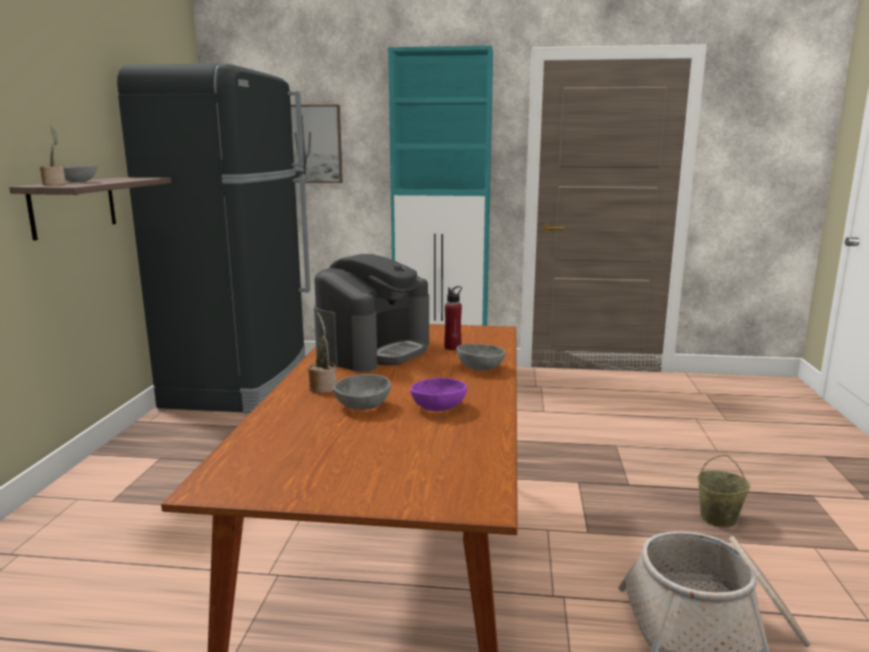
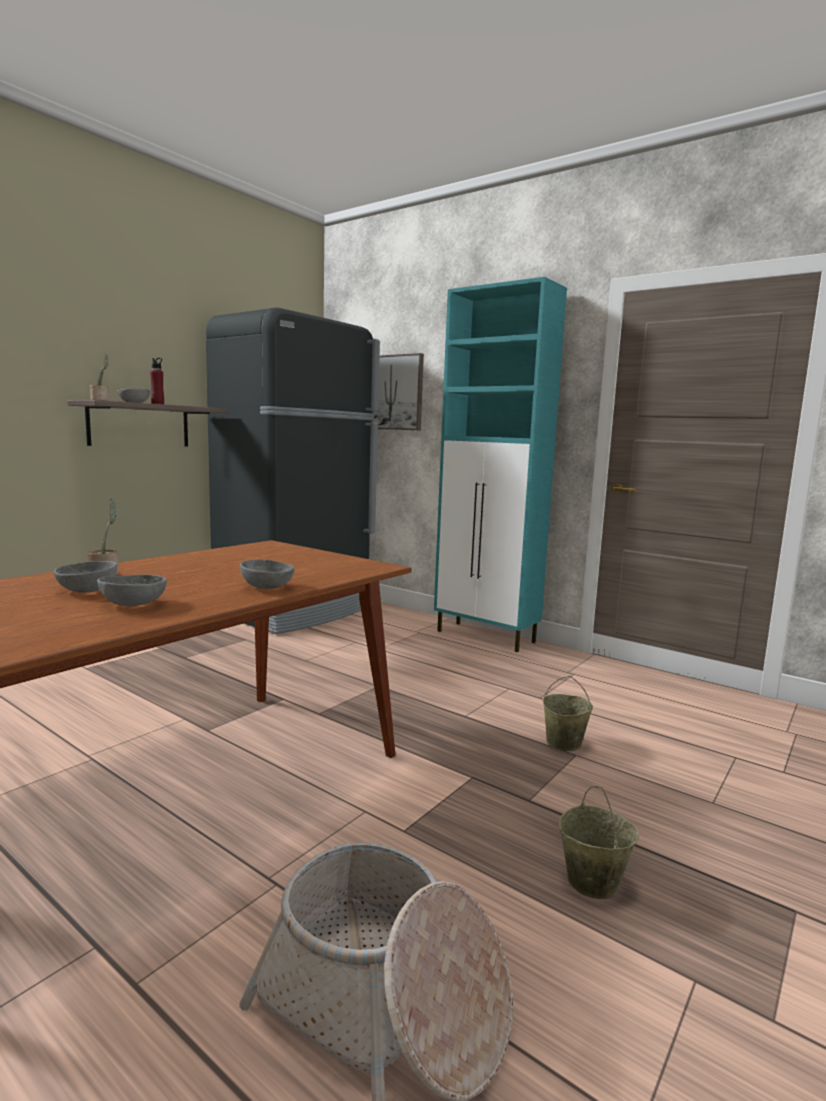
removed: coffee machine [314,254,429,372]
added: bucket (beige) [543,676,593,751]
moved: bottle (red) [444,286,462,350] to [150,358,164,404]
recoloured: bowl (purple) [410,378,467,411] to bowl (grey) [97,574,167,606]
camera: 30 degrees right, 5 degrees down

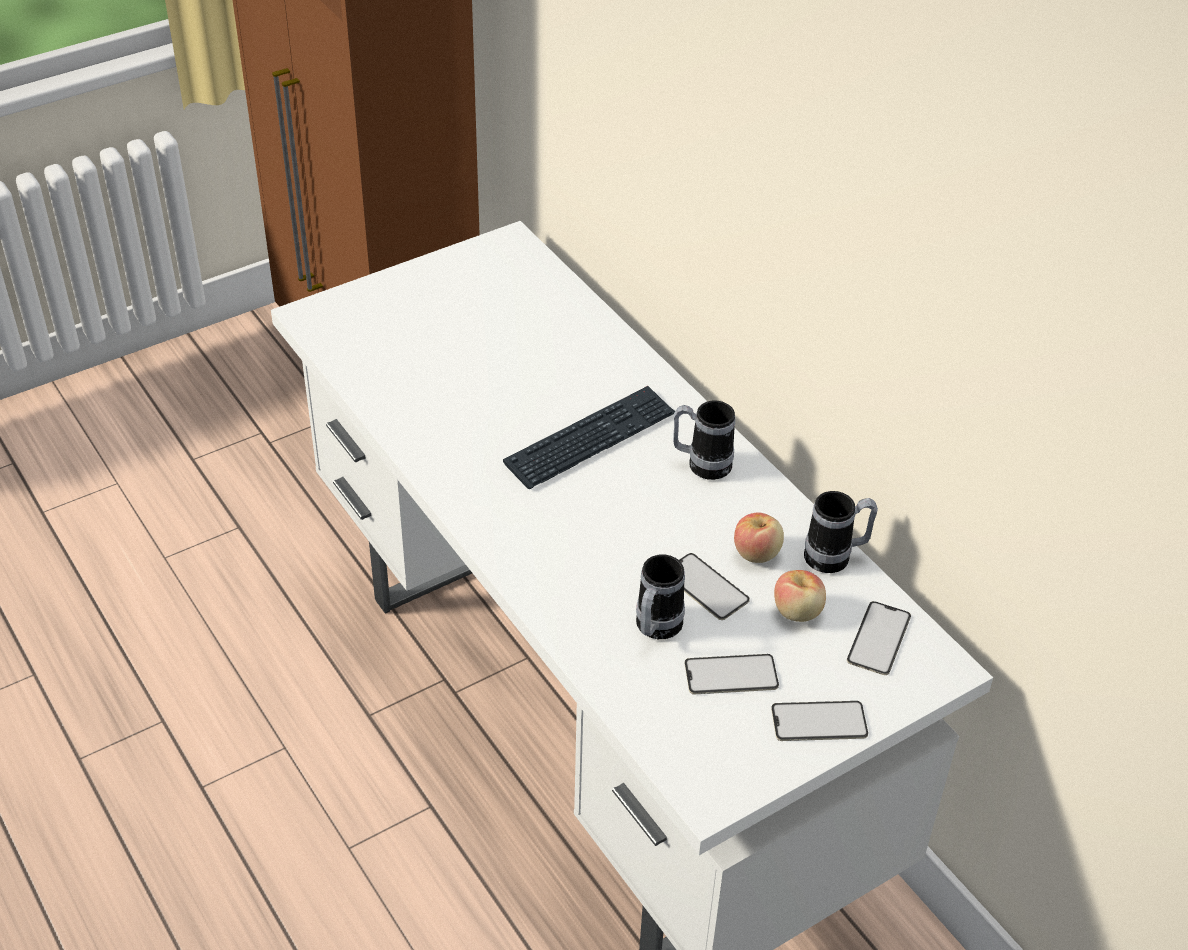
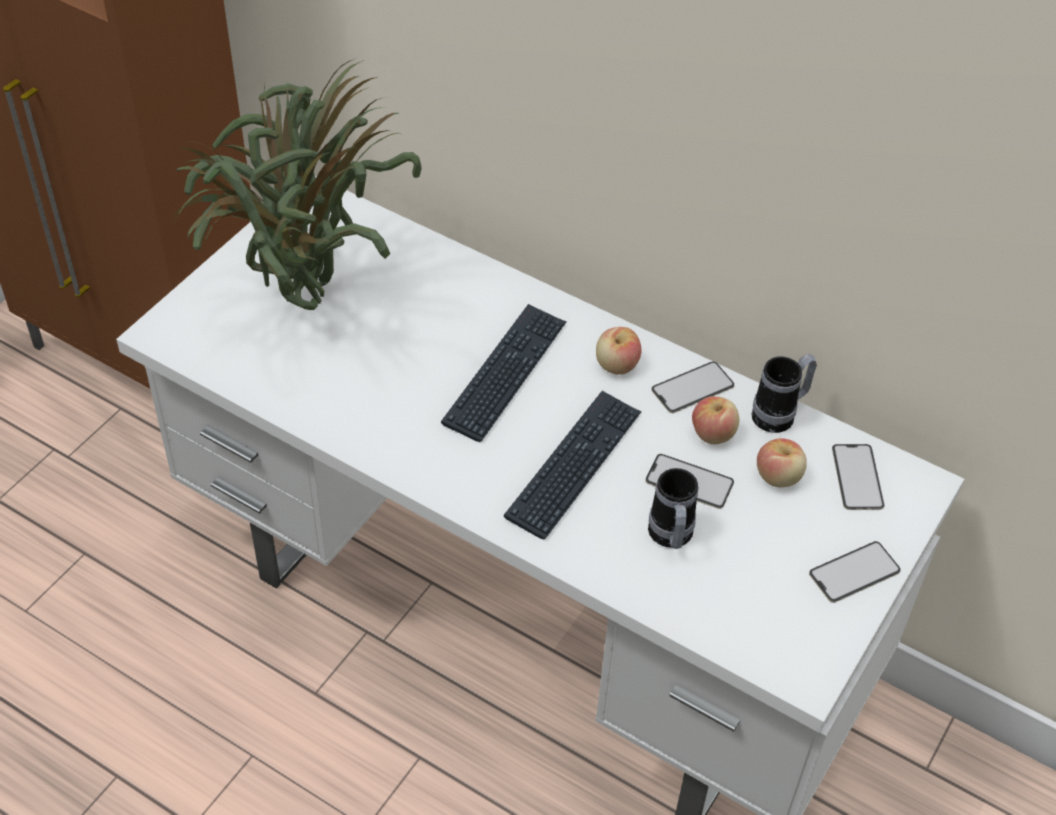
added: potted plant [171,60,422,310]; keyboard [504,391,641,539]
moved: phone [685,654,779,694] to [651,361,734,413]
replaced: mug [673,401,735,480] to apple [596,327,641,375]
camera: 25 degrees left, 5 degrees up

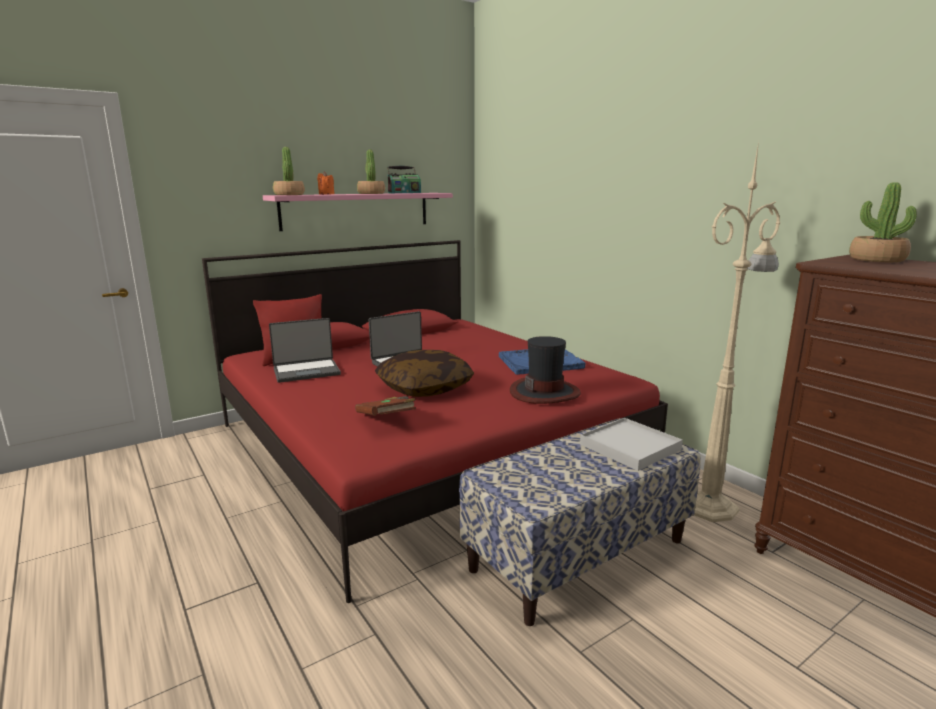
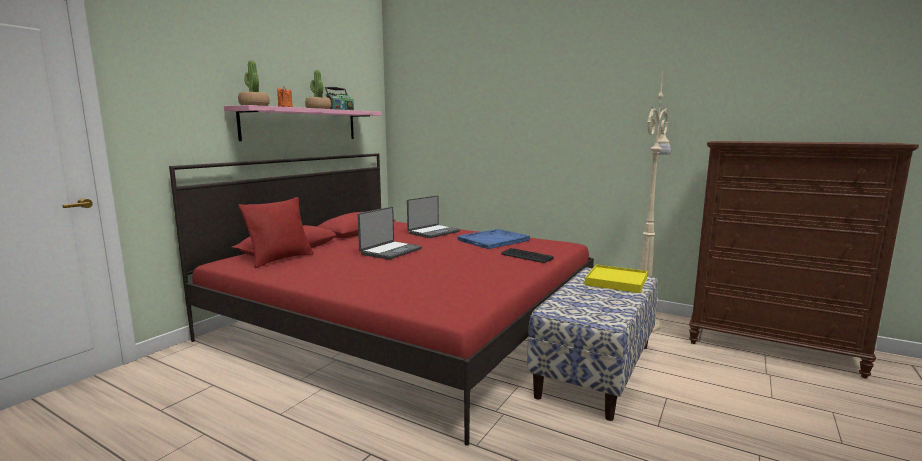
removed: book (brown) [355,396,416,416]; pillow [375,350,474,397]; potted plant [849,183,917,262]
moved: laptop [269,318,341,383] to [407,195,460,238]
replaced: hat [510,336,581,404] to keyboard [501,248,554,263]
recoloured: tray (white) [580,418,683,471] to tray (yellow) [584,264,648,293]
camera: 25 degrees left, 5 degrees down

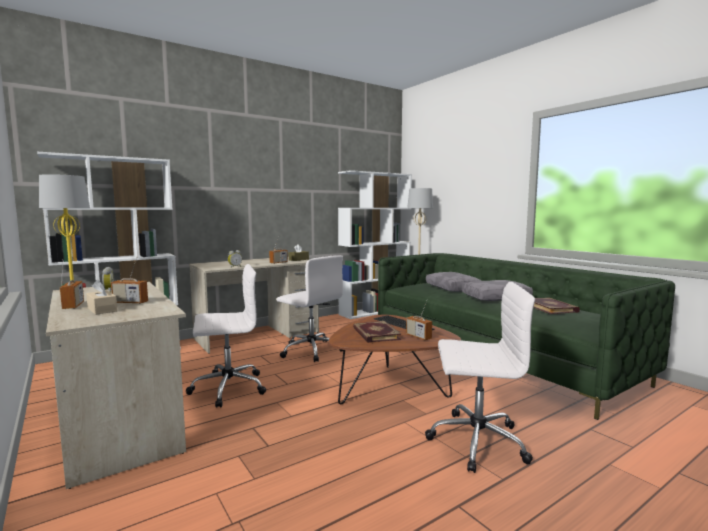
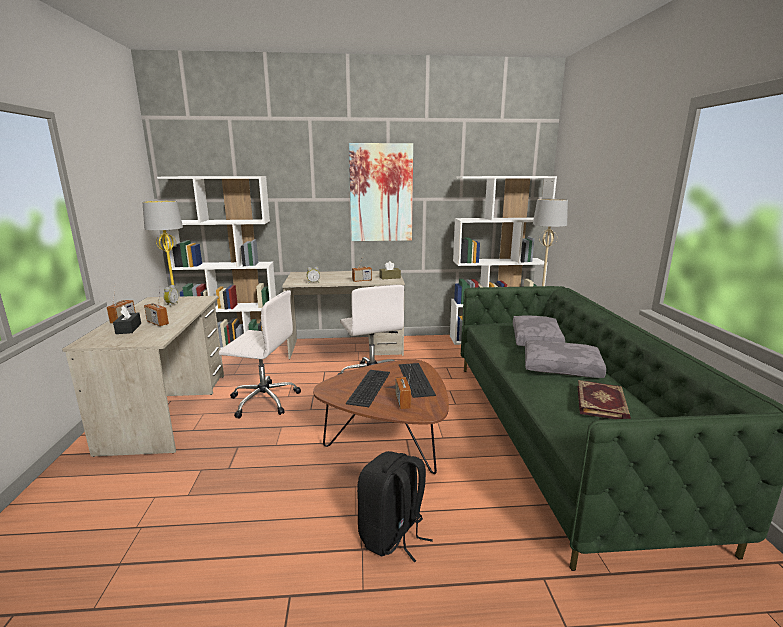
added: picture [349,143,413,241]
replaced: book [353,321,401,343] to keyboard [346,370,390,407]; office chair (white) [425,282,535,473] to backpack (black) [357,451,433,562]
recoloured: tissue box (beige) [86,280,117,315] to tissue box (black) [113,306,141,334]
camera: 30 degrees right, 10 degrees up

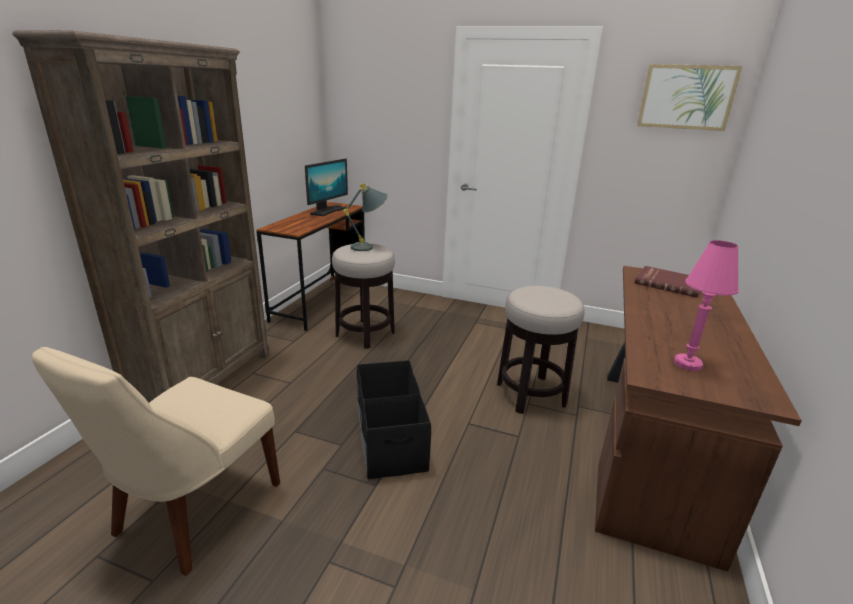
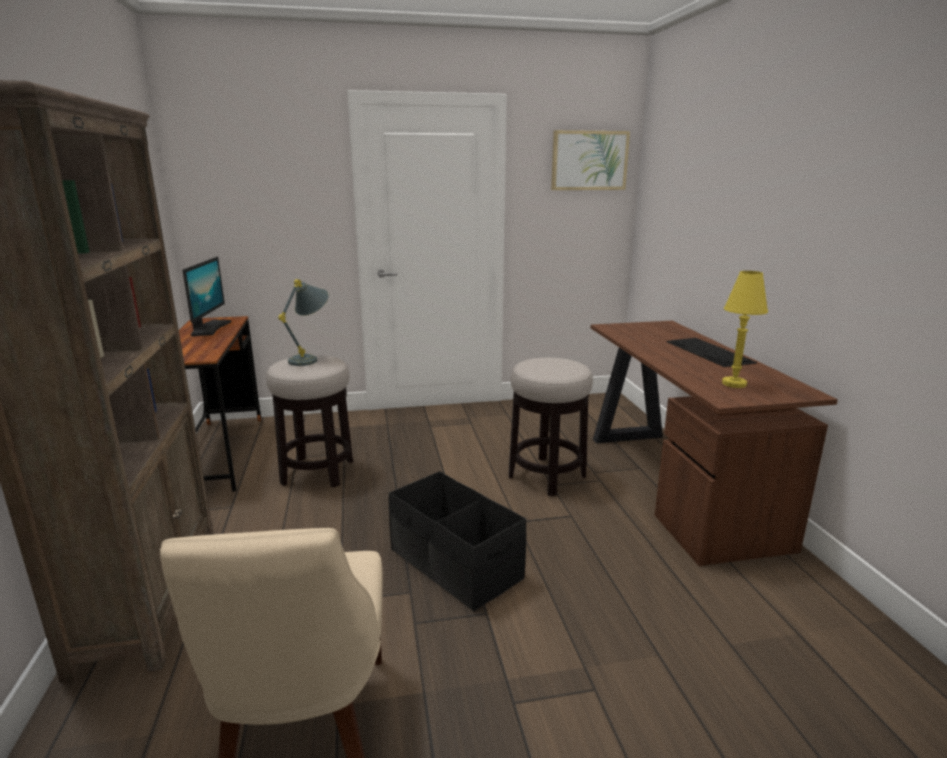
removed: book (red) [635,266,700,298]
added: keyboard [667,338,757,367]
recoloured: table lamp (pink) [674,240,739,371] to table lamp (yellow) [722,271,768,388]
camera: 30 degrees left, 5 degrees down

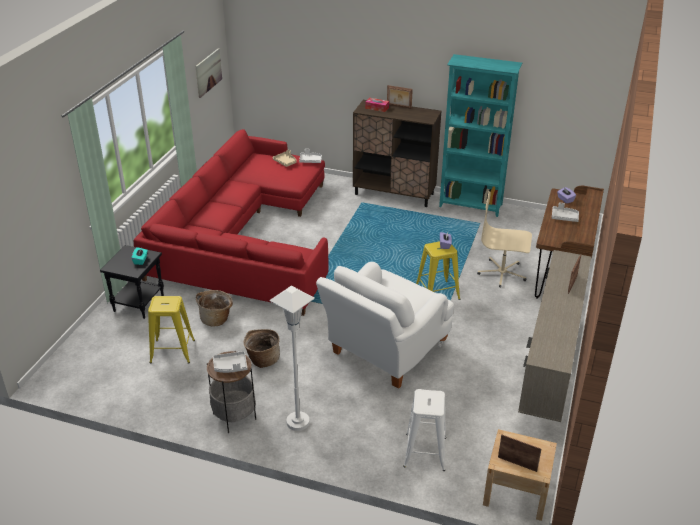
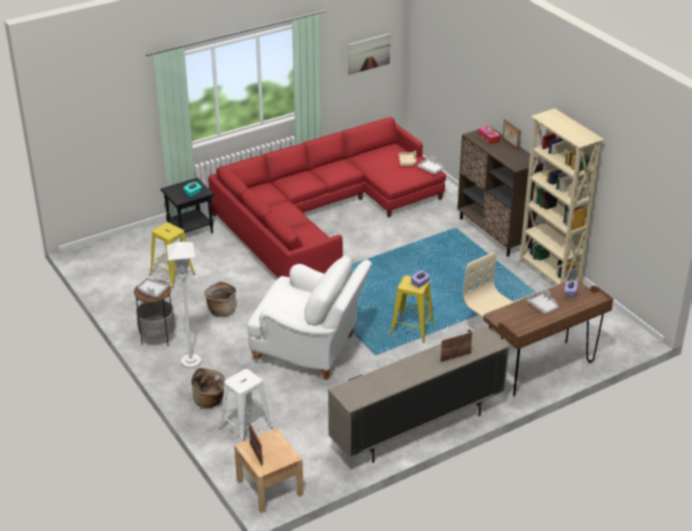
moved: basket [196,290,233,327] to [191,368,226,409]
recoloured: bookcase (turquoise) [439,54,522,217] to bookcase (beige) [519,109,605,285]
turned: armchair (white) [316,262,454,389] = [247,255,372,380] 150 degrees counterclockwise
camera: 40 degrees right, 0 degrees up

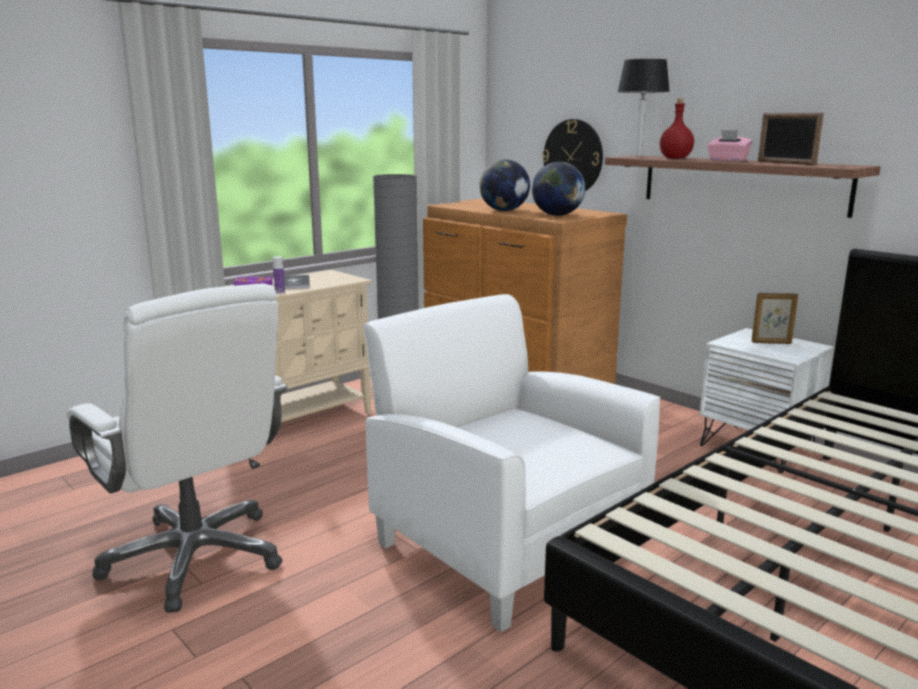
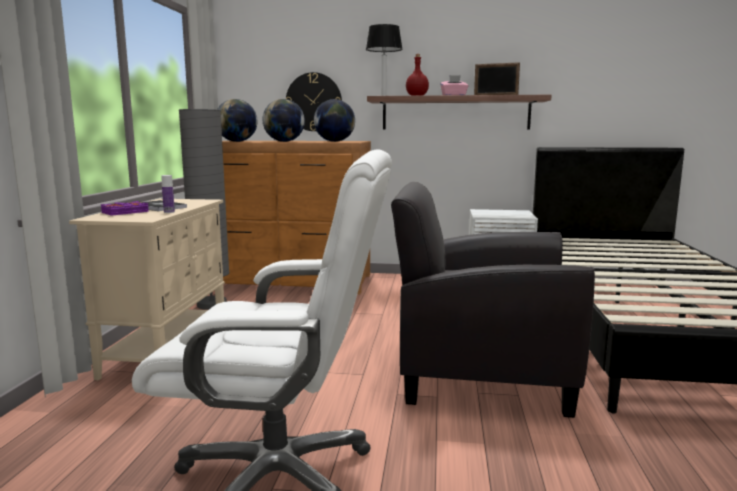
removed: picture frame [751,293,798,344]
added: globe [217,99,257,142]
recoloured: armchair (white) [363,294,660,632] to armchair (black) [391,182,595,418]
camera: 40 degrees left, 5 degrees down

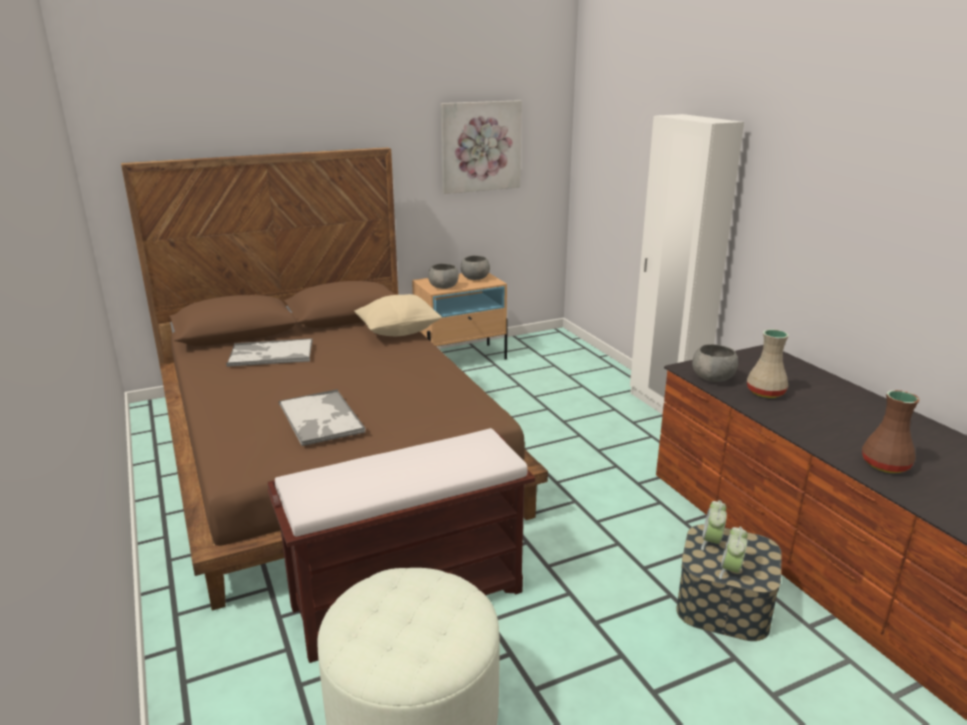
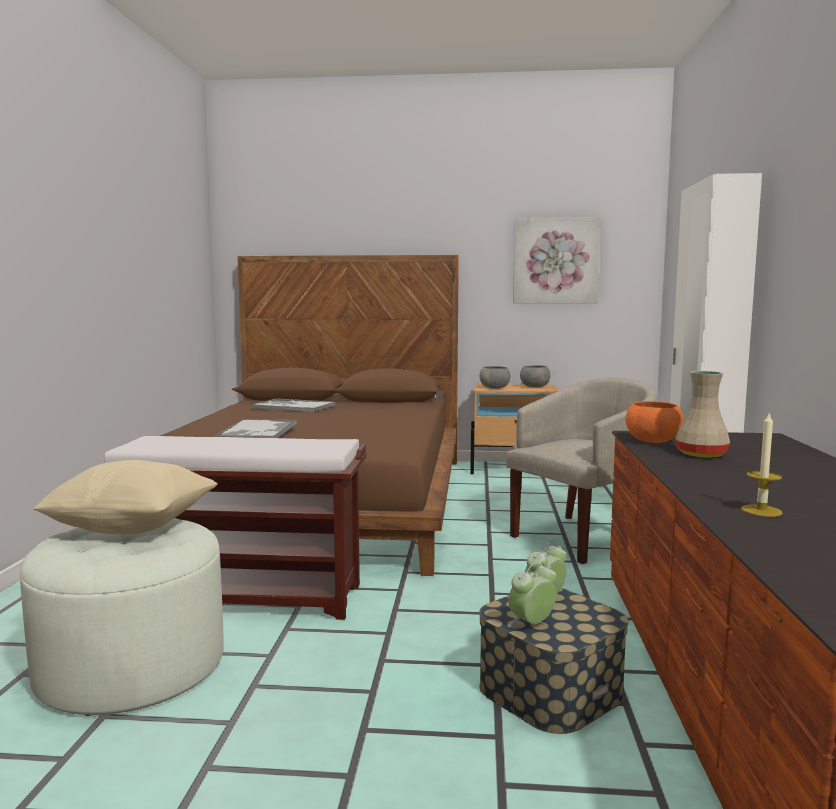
added: armchair (beige) [506,377,657,564]
moved: pillow (beige) [354,294,442,336] to [32,460,218,535]
replaced: vase (brown) [862,390,920,473] to candle [741,413,783,517]
recoloured: bowl (grey) [692,344,738,382] to bowl (orange) [626,401,684,443]
camera: 30 degrees right, 15 degrees down

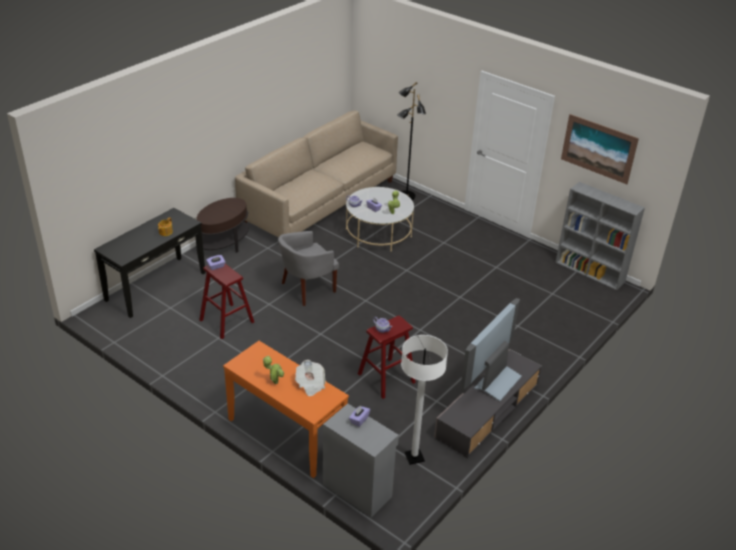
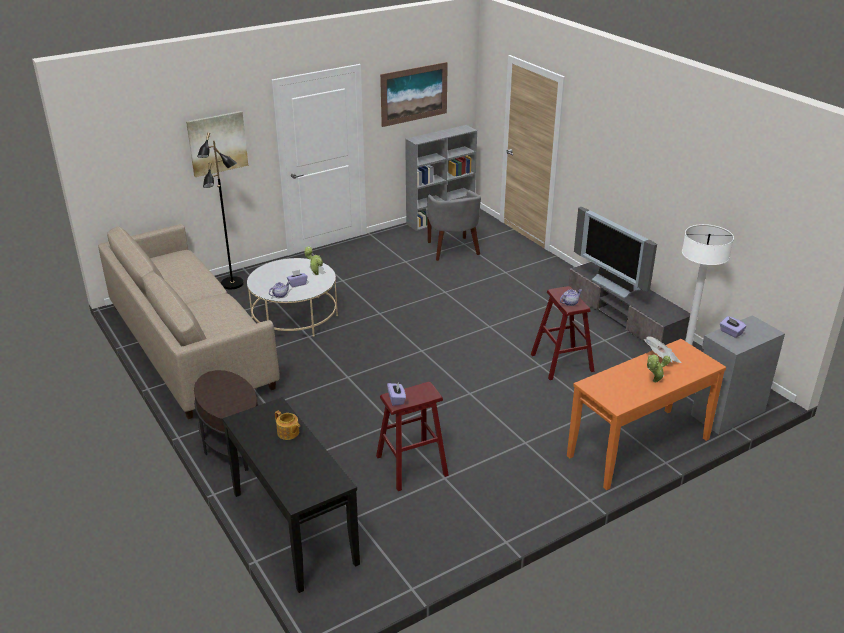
added: picture [186,111,248,177]
moved: armchair (grey) [278,231,339,306] to [426,190,481,261]
camera: 70 degrees left, 5 degrees down

